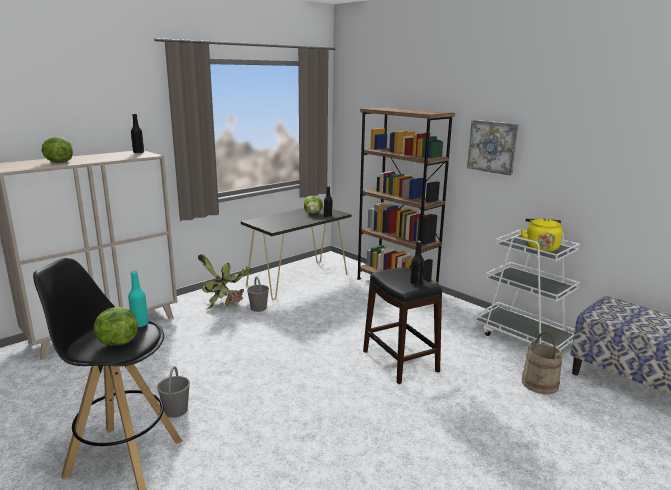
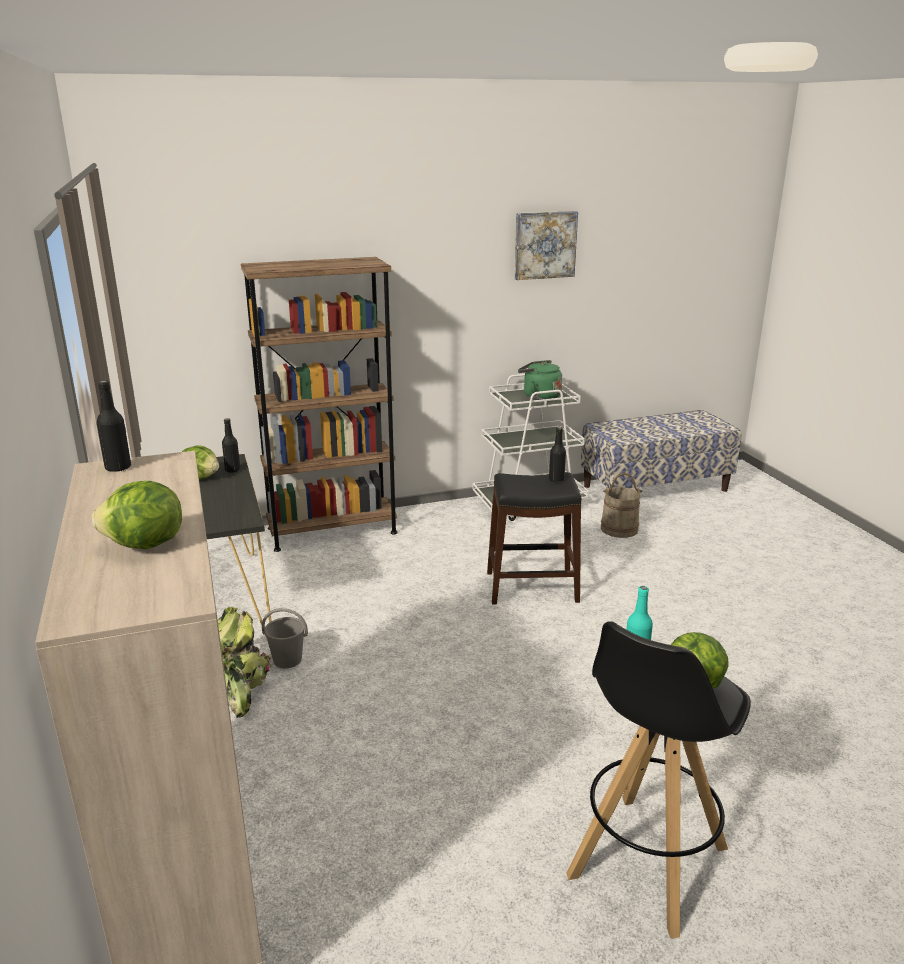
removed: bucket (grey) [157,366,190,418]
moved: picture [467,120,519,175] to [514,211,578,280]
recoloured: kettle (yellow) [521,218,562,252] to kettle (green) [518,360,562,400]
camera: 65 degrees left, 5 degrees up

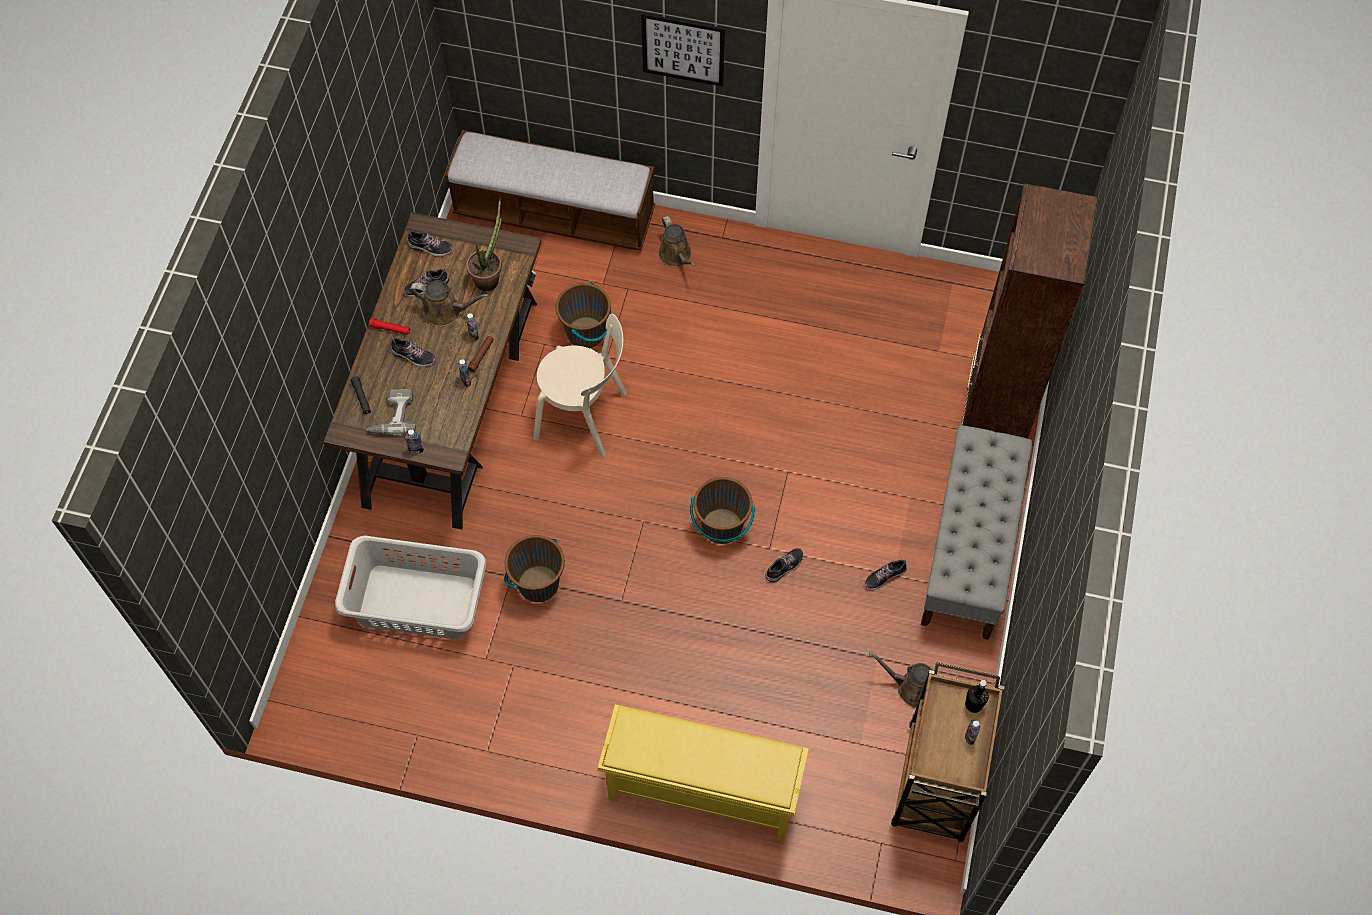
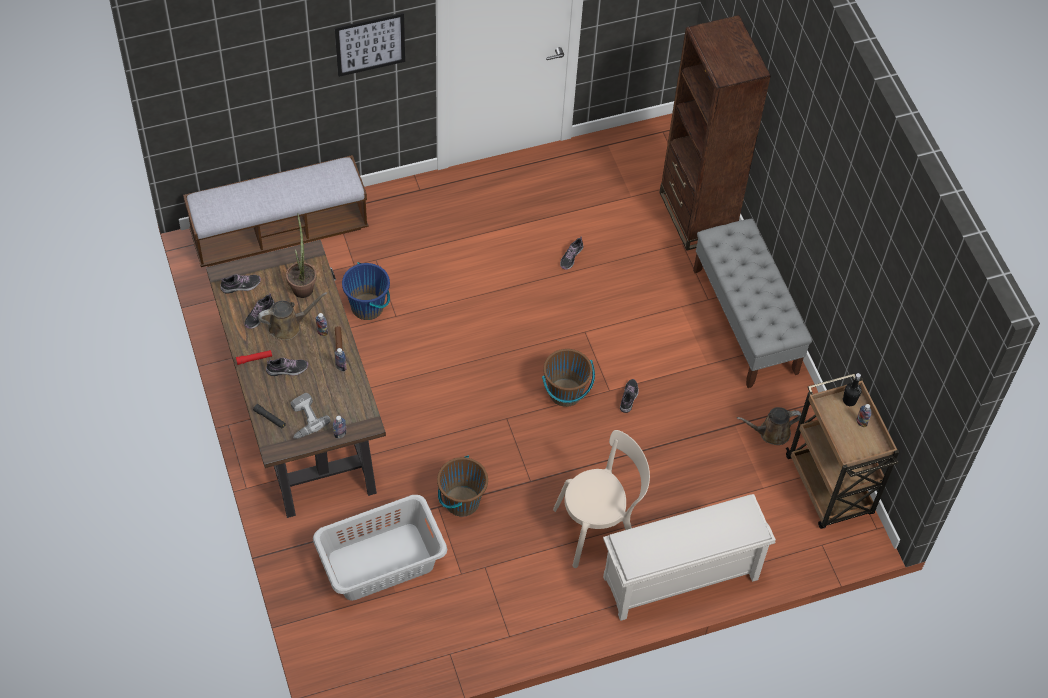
removed: watering can (brown) [658,216,695,267]
moved: chair (beige) [533,314,627,458] to [553,430,650,568]; shoe [865,559,907,590] to [560,237,583,270]
recoloured: bucket (brown) [556,281,612,348] to bucket (blue) [342,262,390,320]; shoe rack (yellow) [597,704,809,841] to shoe rack (white) [603,494,776,621]
camera: 35 degrees left, 5 degrees down

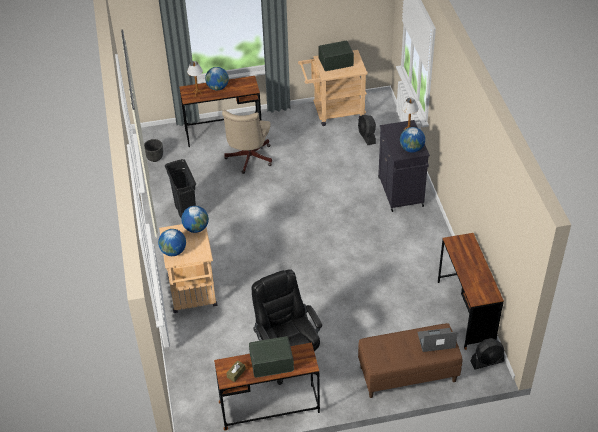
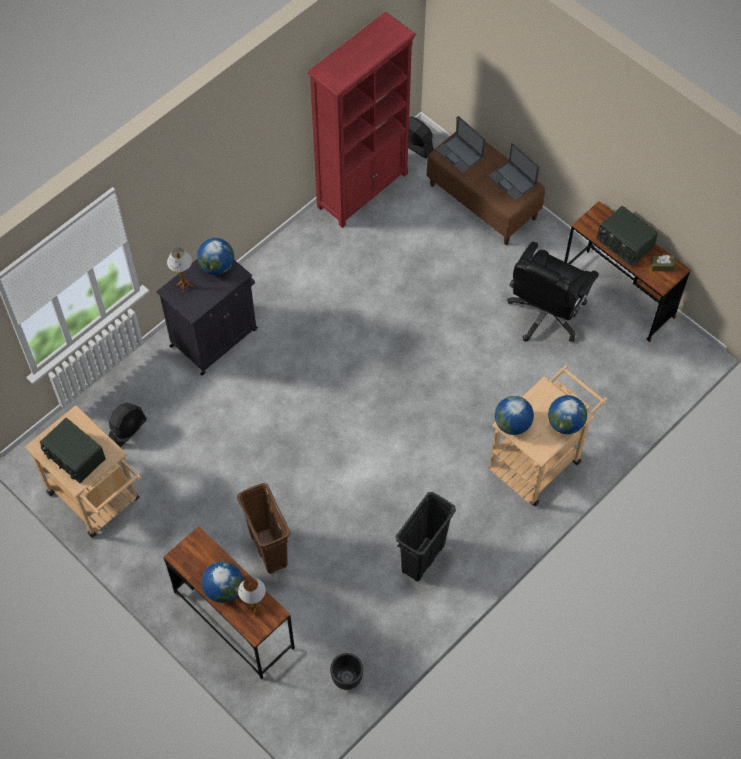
added: laptop [488,143,539,201]
replaced: office chair (beige) [222,110,272,174] to trash can (brown) [237,483,291,574]; desk (brown) [438,233,504,350] to bookcase (red) [307,12,416,228]
camera: 125 degrees left, 15 degrees up

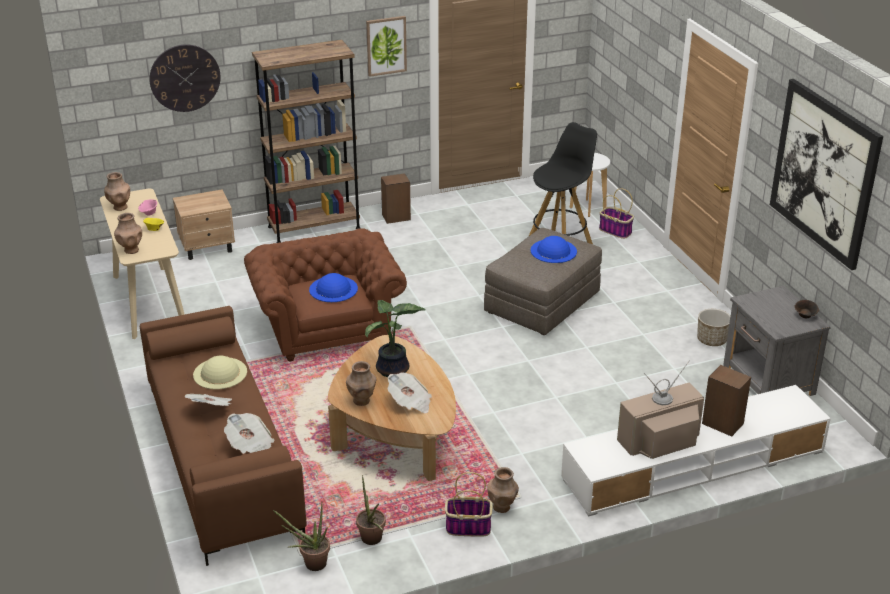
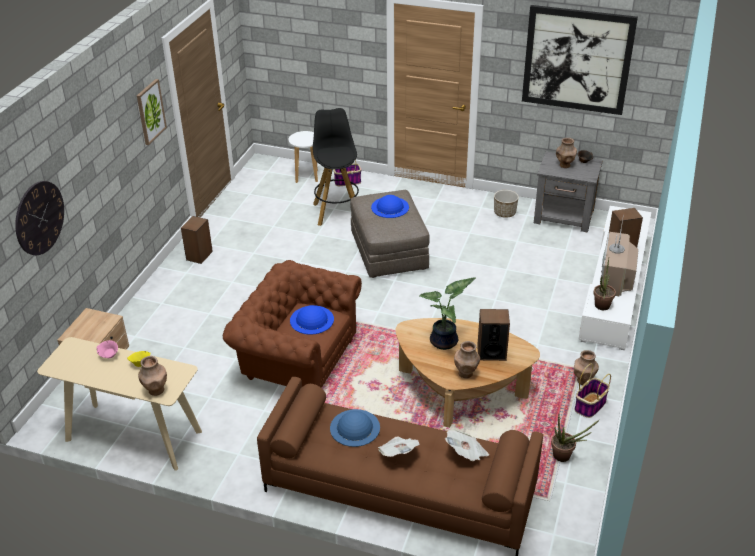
removed: bookcase (brown) [252,40,361,243]
moved: vase (brown) [104,172,130,211] to [556,138,577,168]; potted plant [273,502,330,571] to [593,258,616,310]
replaced: newspaper [387,373,432,413] to speaker [477,309,510,361]
recoloured: hat (beige) [193,355,247,389] to hat (blue) [330,409,380,447]
camera: 50 degrees left, 5 degrees up

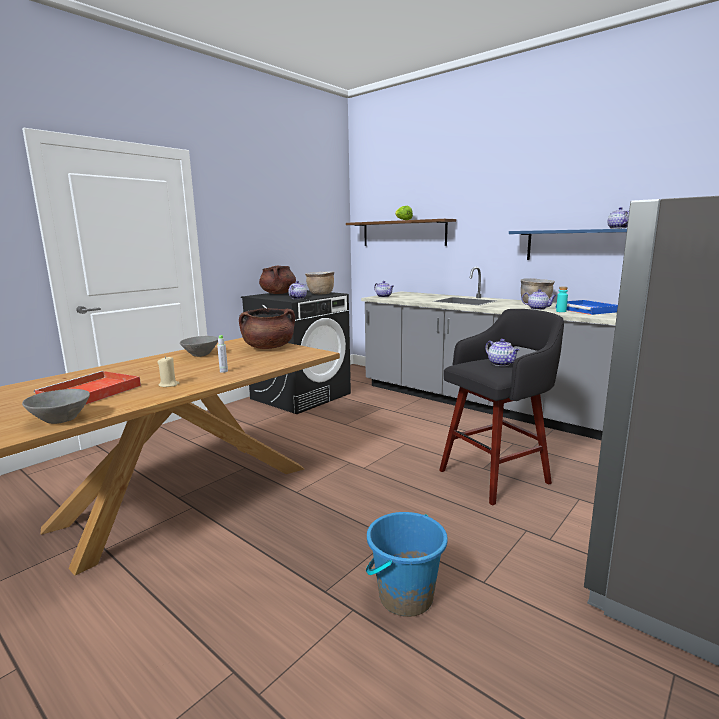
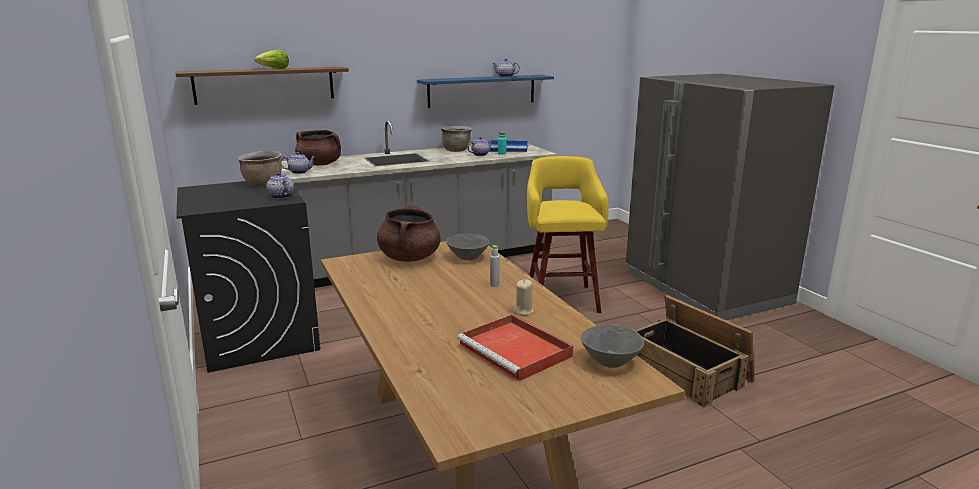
removed: teapot [485,339,520,366]
moved: bowl (grey) [180,336,218,357] to [446,234,489,260]; cooking pot (brown) [259,266,296,294] to [295,130,341,165]
replaced: bucket (blue) [366,512,448,617] to crate [632,295,754,407]
recoloured: stool (black) [439,309,564,506] to stool (yellow) [527,156,608,313]
camera: 65 degrees left, 5 degrees up

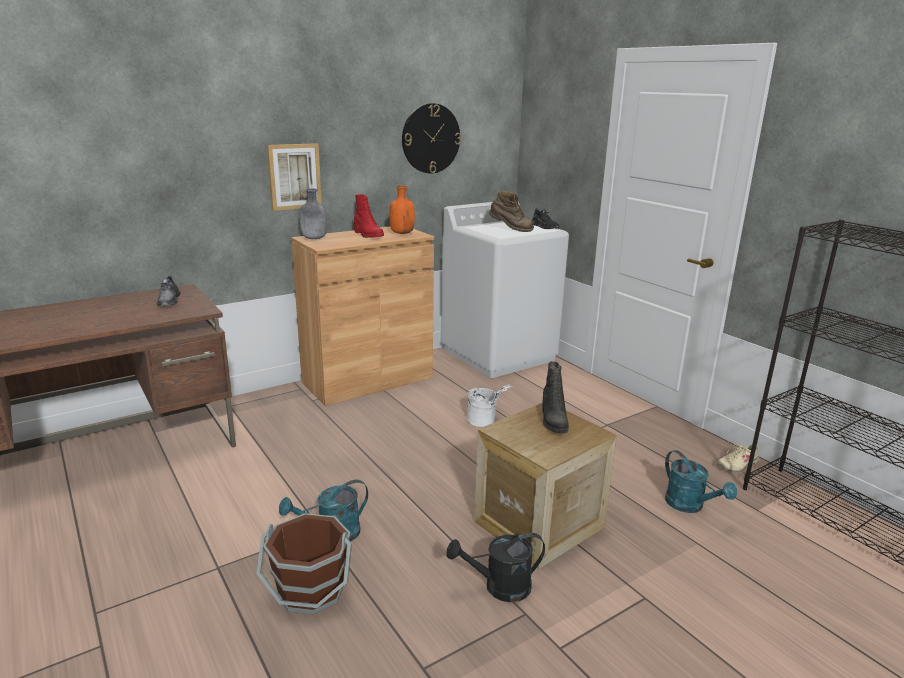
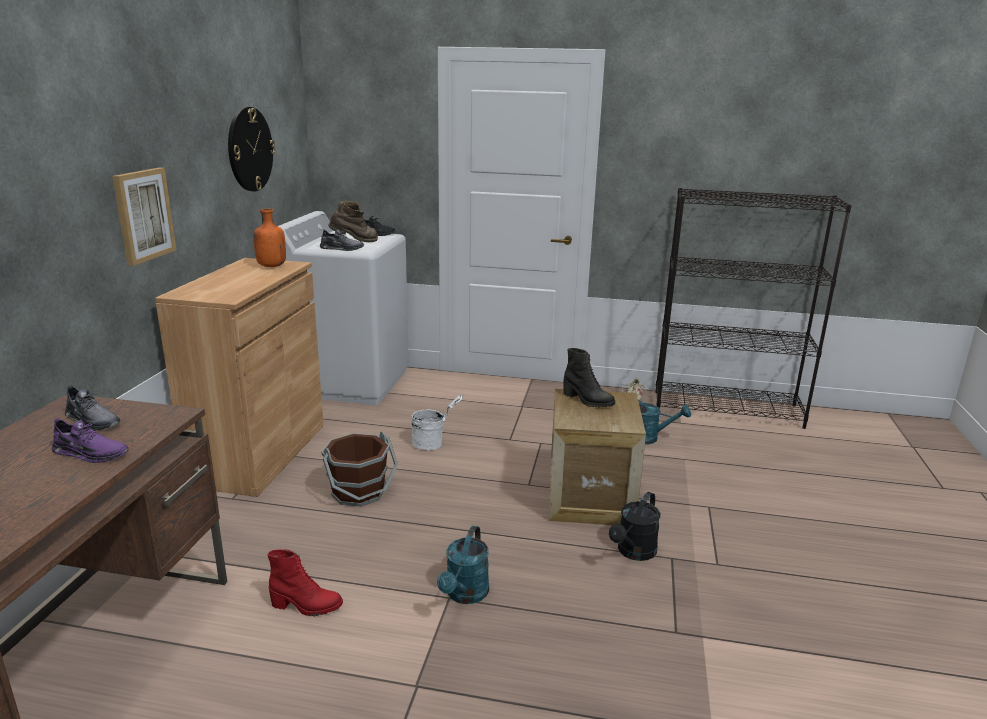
removed: bottle (grey) [300,189,327,239]
added: shoe (purple) [52,418,129,463]; shoe (grey) [320,229,364,251]
moved: bucket (brown) [257,513,352,614] to [321,432,398,507]; boot (red) [354,195,384,238] to [267,549,343,616]
camera: 45 degrees left, 0 degrees up

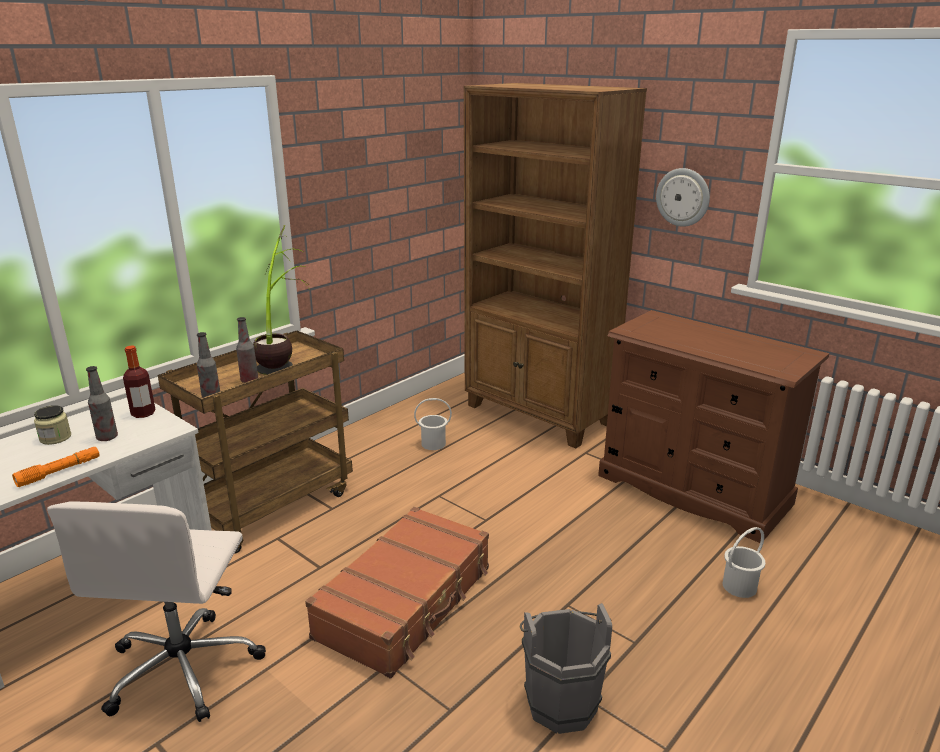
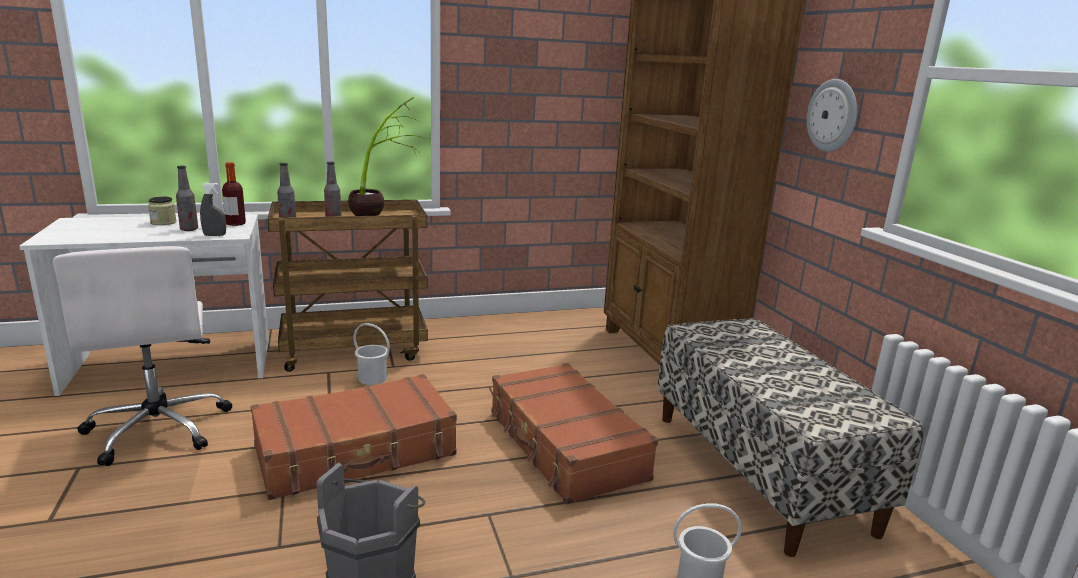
removed: flashlight (orange) [12,447,100,487]
added: spray bottle (grey) [200,183,226,236]; suitcase (brown) [491,363,658,504]
moved: bucket (white) [414,398,452,450] to [354,323,390,385]
replaced: dresser (brown) [598,310,829,543] to bench [657,318,924,557]
turned: office chair (white) [47,502,266,722] = [53,246,232,466] 60 degrees counterclockwise
camera: 30 degrees right, 5 degrees down

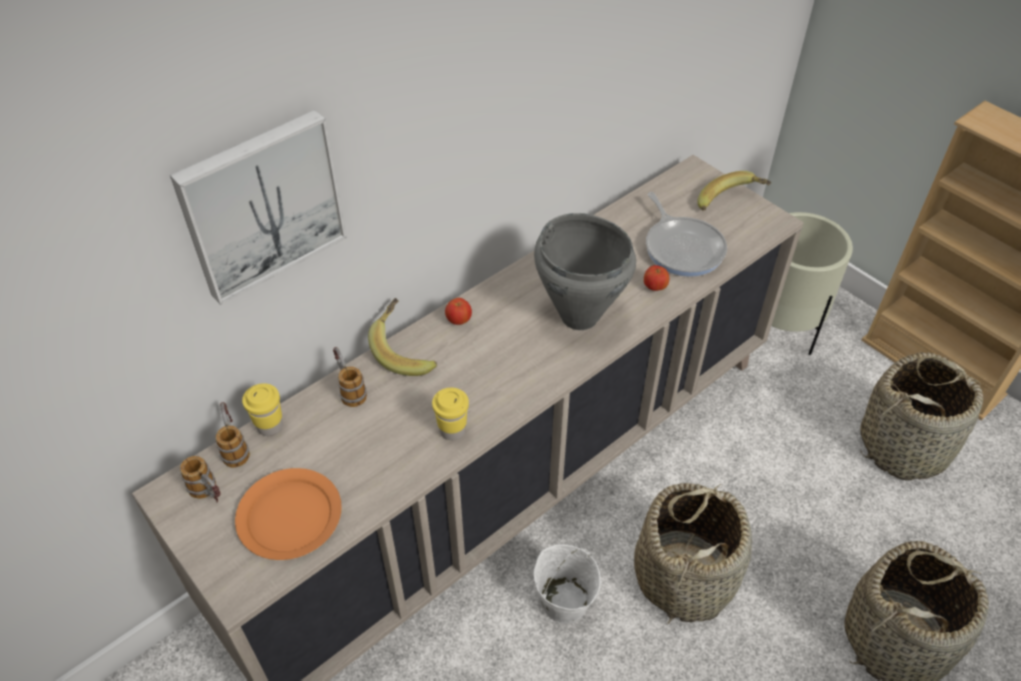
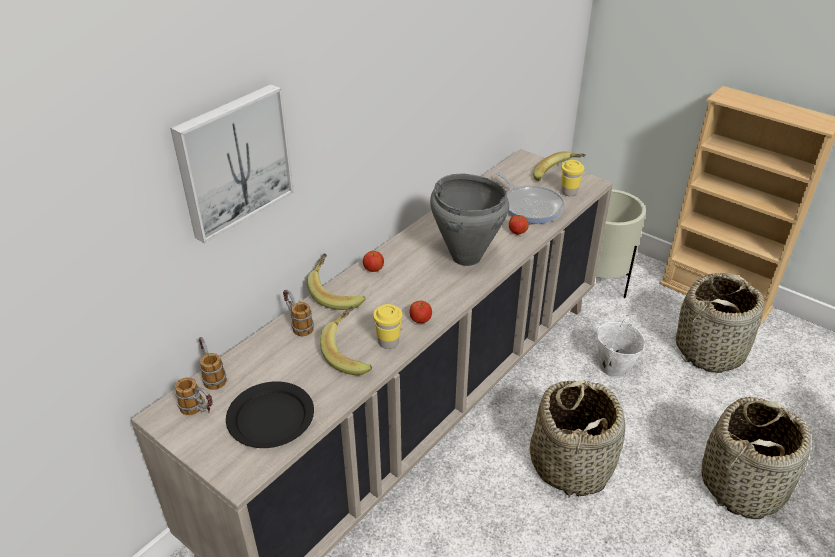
added: banana [320,306,372,375]; apple [410,301,432,323]
moved: cup (yellow) [242,383,283,436] to [561,160,584,196]; bucket (white) [534,544,601,624] to [597,315,645,377]
recoloured: plate (orange) [235,468,342,560] to plate (black) [226,381,314,448]
camera: 10 degrees left, 10 degrees down

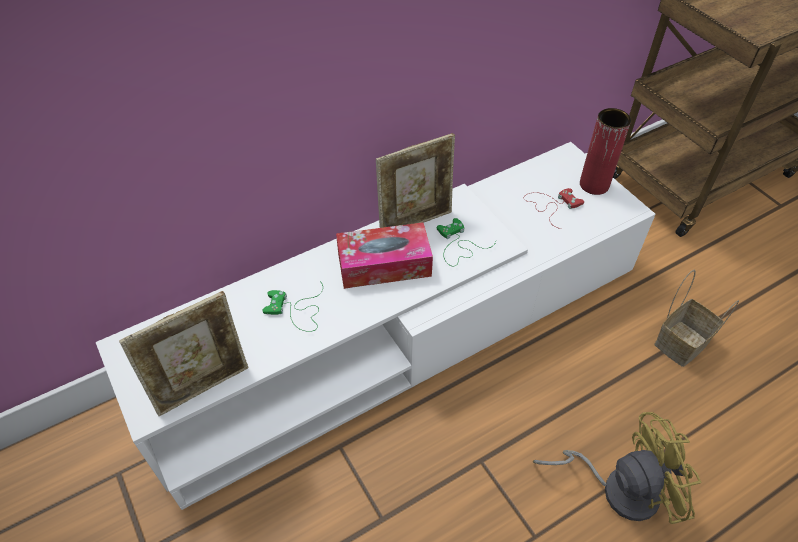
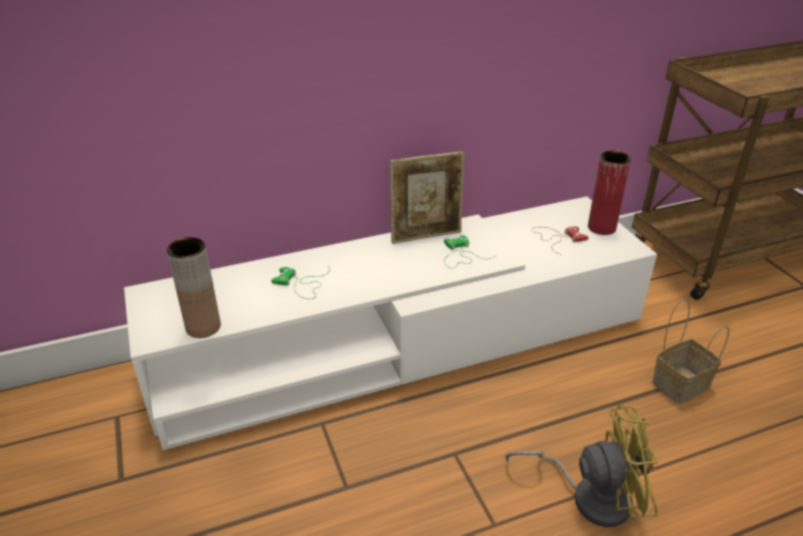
removed: tissue box [336,222,433,289]
replaced: picture frame [119,291,249,416] to vase (brown) [167,237,221,338]
camera: 10 degrees right, 15 degrees down

